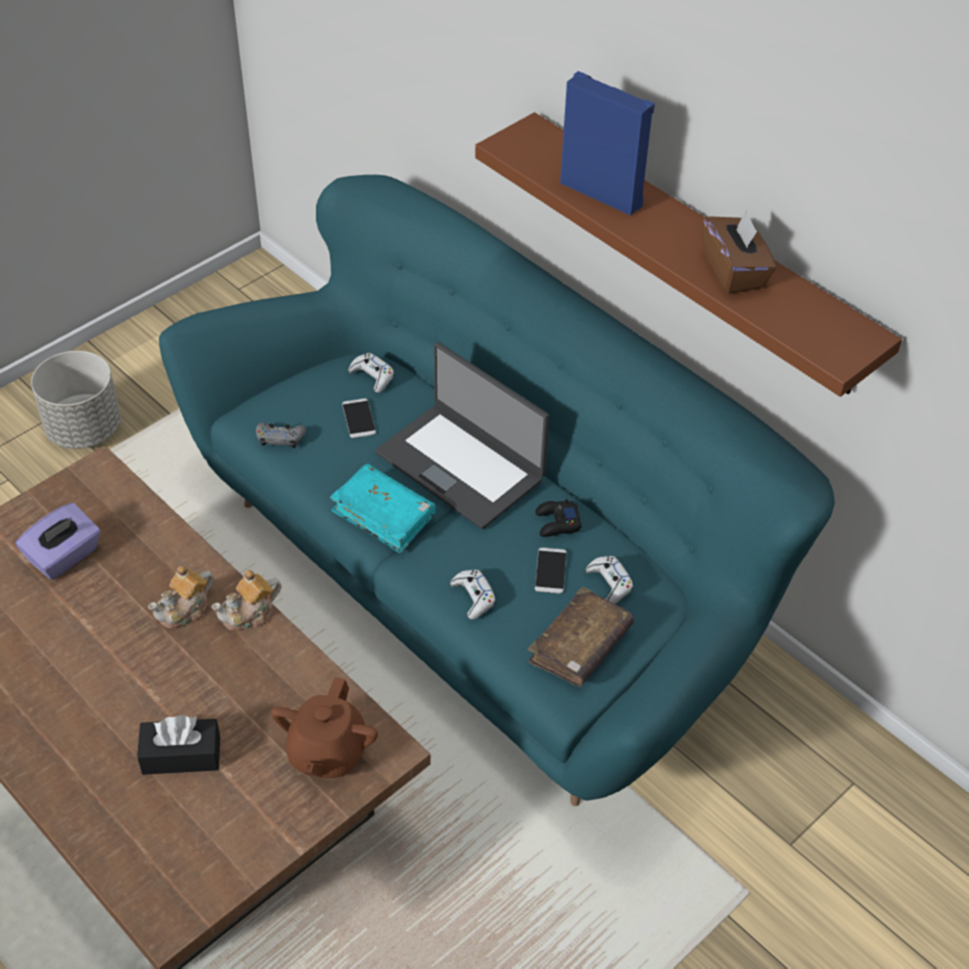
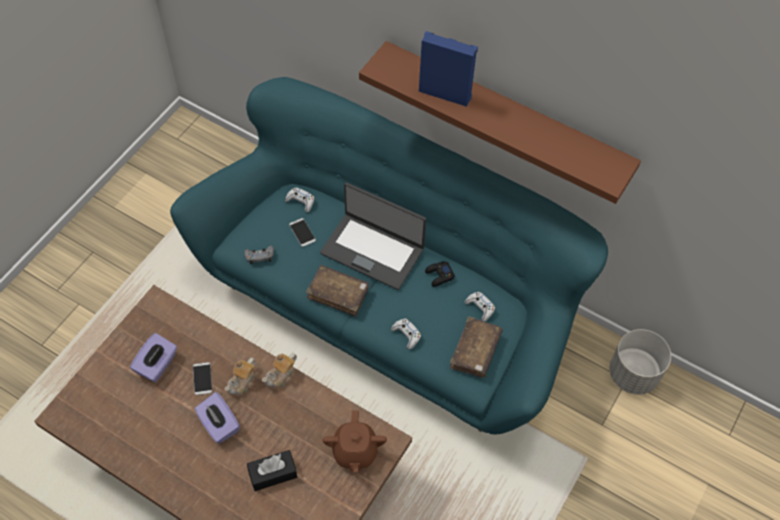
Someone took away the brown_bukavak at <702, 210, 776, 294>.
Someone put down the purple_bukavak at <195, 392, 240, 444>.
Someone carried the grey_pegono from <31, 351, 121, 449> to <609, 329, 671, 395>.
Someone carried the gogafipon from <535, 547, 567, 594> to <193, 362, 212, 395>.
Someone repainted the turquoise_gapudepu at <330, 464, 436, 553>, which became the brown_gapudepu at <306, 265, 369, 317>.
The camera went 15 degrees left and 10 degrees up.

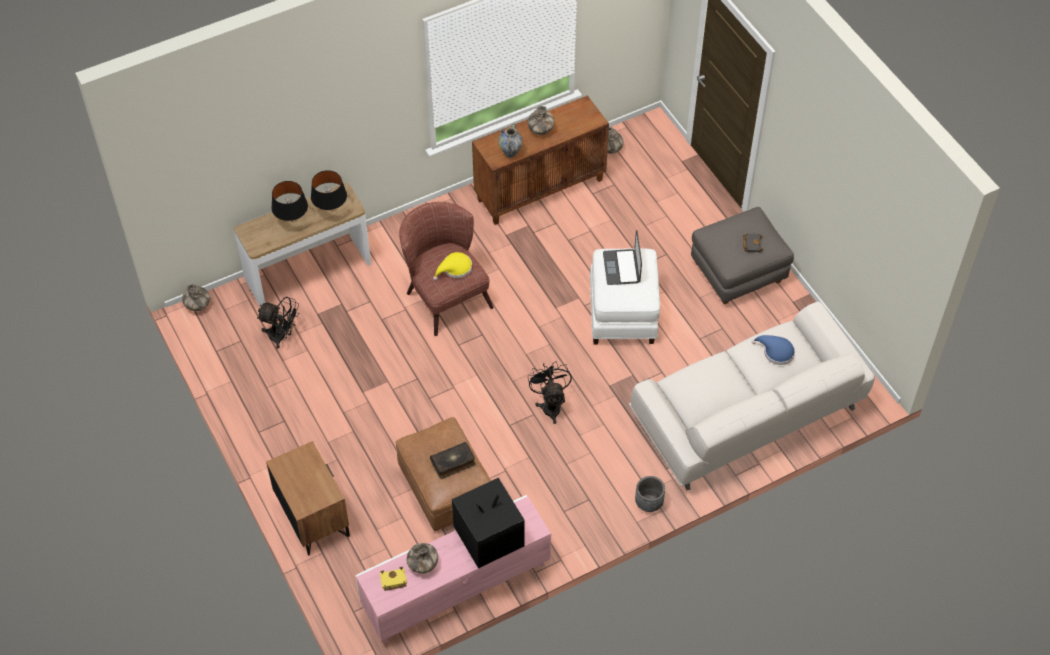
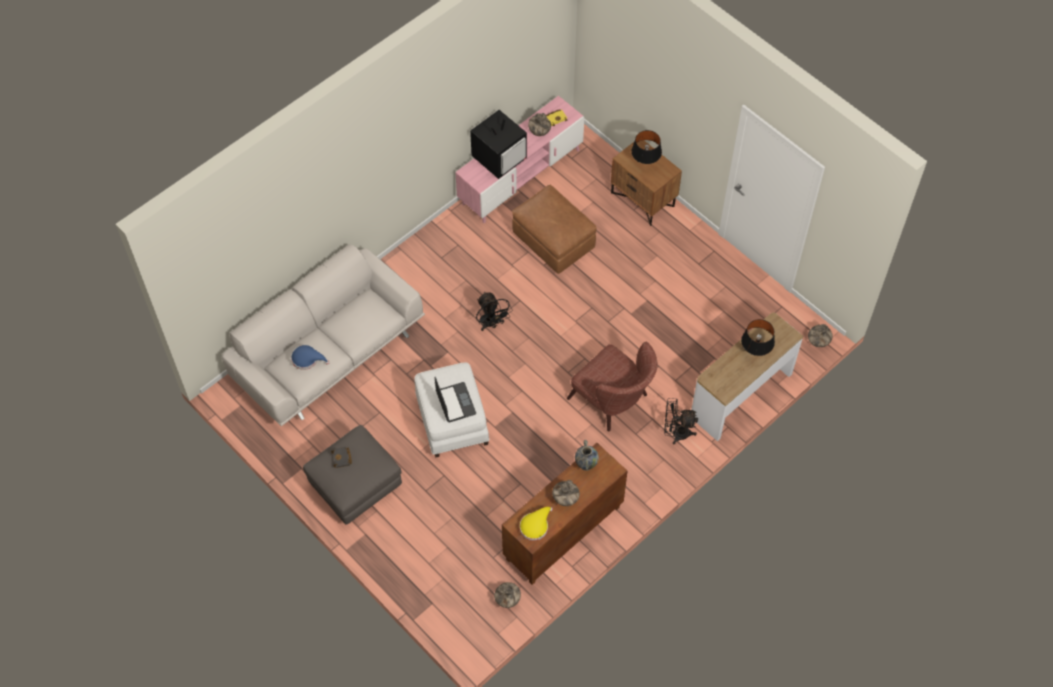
Someone took away the gapudepu at <430, 442, 475, 479>.
Someone took away the grey_pegono at <635, 476, 665, 512>.
Someone carried the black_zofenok from <257, 297, 299, 349> to <664, 398, 698, 444>.
Someone carried the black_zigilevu from <311, 170, 347, 210> to <631, 130, 662, 164>.
Someone carried the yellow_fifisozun from <433, 252, 472, 281> to <520, 507, 553, 541>.
The camera went 165 degrees right and 5 degrees up.

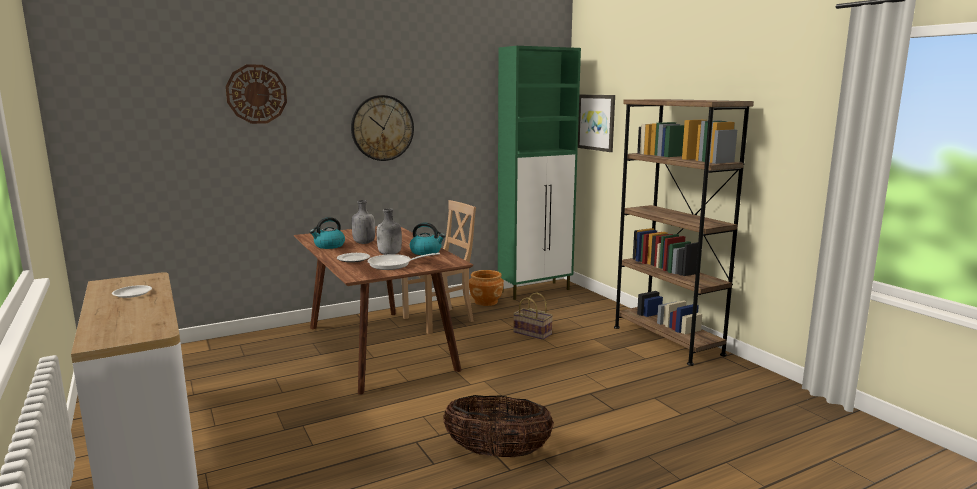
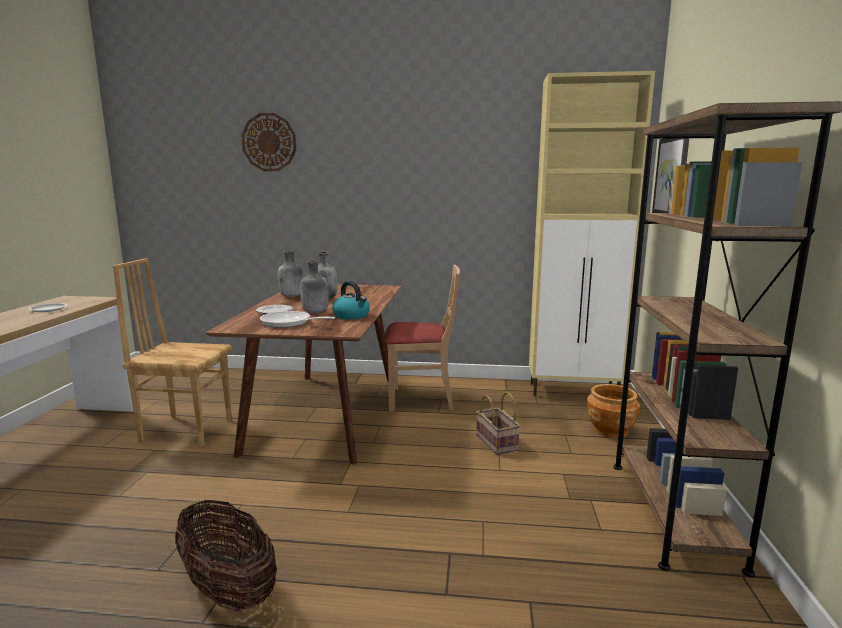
Someone took away the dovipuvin at <351, 95, 414, 161>.
Someone put down the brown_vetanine at <113, 258, 232, 446>.
Someone carried the brown_pegono from <469, 270, 504, 306> to <587, 384, 640, 438>.
Someone swapped the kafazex at <310, 217, 345, 249> for the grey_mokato at <278, 251, 303, 297>.
Someone repainted the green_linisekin at <498, 46, 581, 300>, which became the beige_linisekin at <529, 71, 655, 396>.
The camera went 35 degrees right and 0 degrees up.

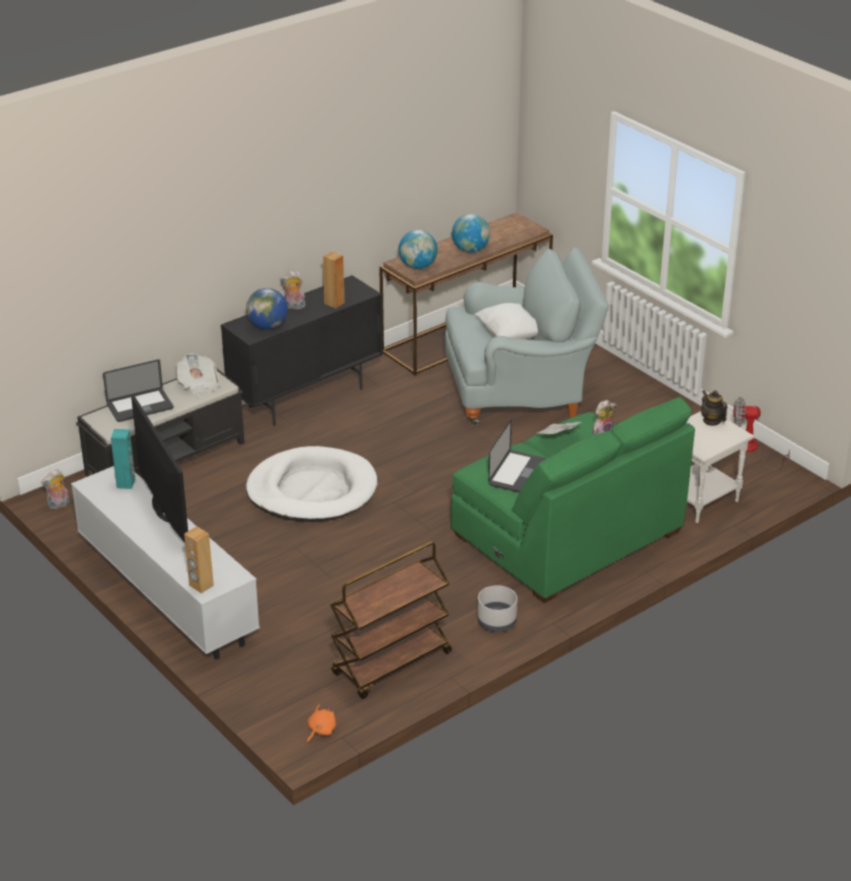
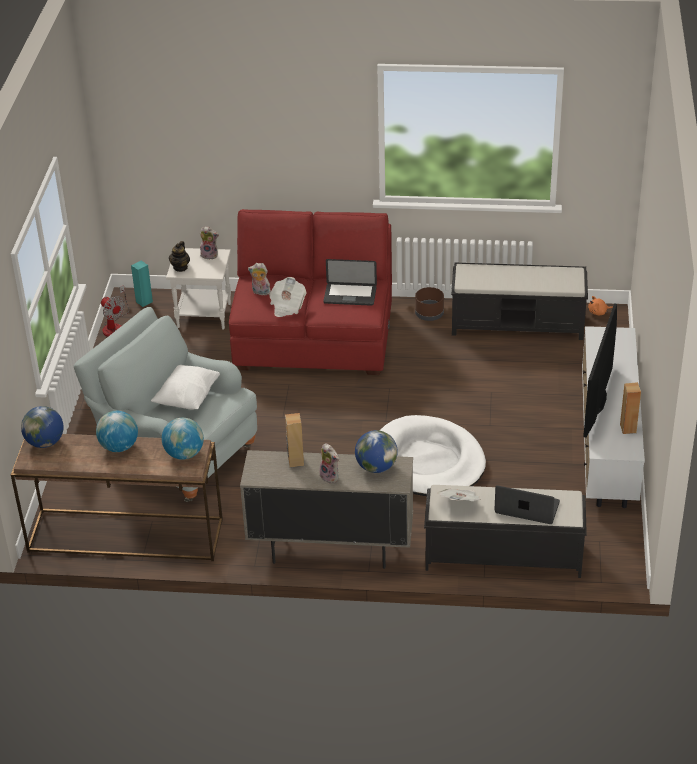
Someone put down the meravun at <21, 406, 64, 448>.
Someone carried the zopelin from <41, 469, 69, 509> to <200, 226, 219, 259>.
Someone carried the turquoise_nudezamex from <111, 429, 135, 489> to <131, 260, 153, 307>.
Someone carried the brown_nudezamex from <184, 526, 214, 593> to <620, 382, 641, 434>.
Someone swapped the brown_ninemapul at <330, 542, 452, 699> for the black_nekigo at <451, 262, 588, 340>.
Someone repainted the black_linisekin at <221, 275, 383, 426>, which became the beige_linisekin at <240, 450, 413, 569>.
Someone repainted the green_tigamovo at <451, 397, 695, 603>, which became the red_tigamovo at <229, 209, 392, 375>.
Someone repainted the grey_pegono at <478, 585, 517, 632>, which became the brown_pegono at <415, 287, 444, 321>.
Someone rotated the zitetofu at <488, 419, 545, 492> by 150 degrees counterclockwise.
The camera went 135 degrees left and 5 degrees up.

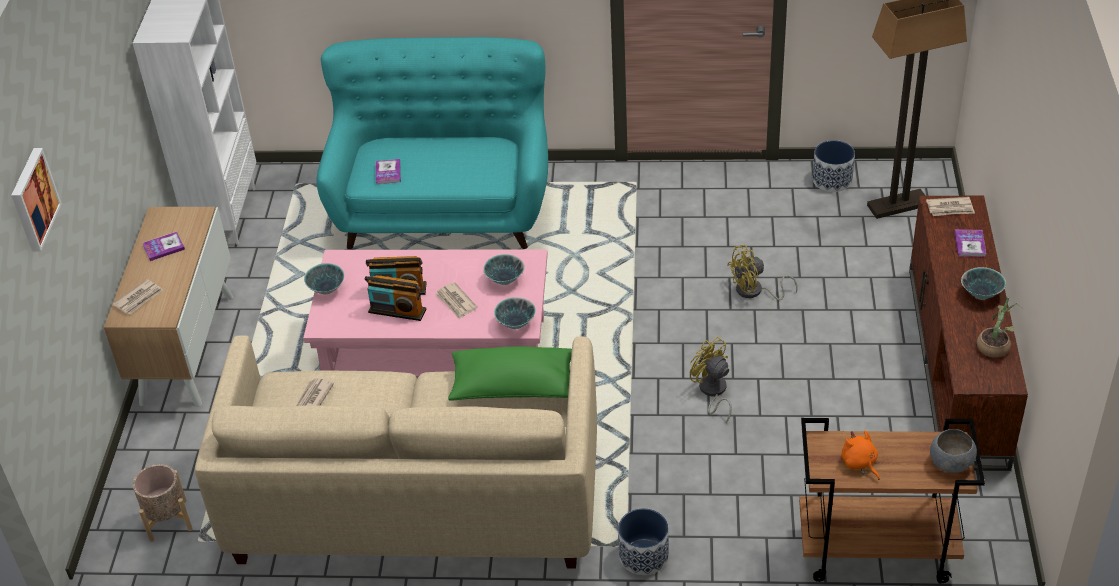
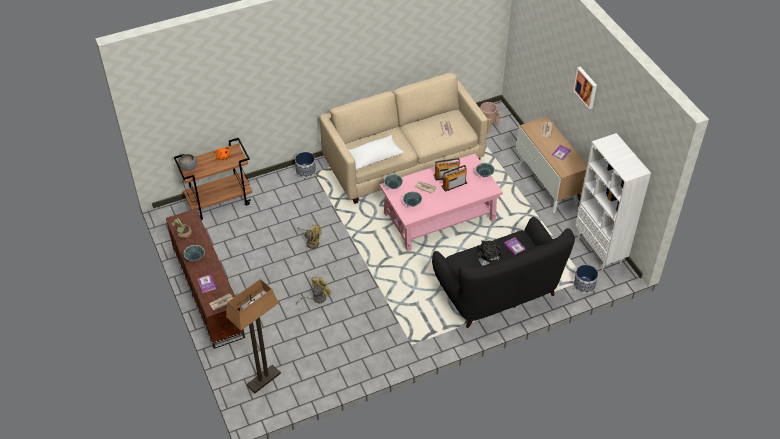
Someone put down the zopelin at <477, 240, 502, 265>.
Someone carried the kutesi from <11, 148, 62, 252> to <573, 67, 597, 109>.
Someone carried the pegono from <813, 140, 855, 192> to <574, 265, 598, 294>.
Someone repainted the turquoise_tigamovo at <317, 37, 548, 249>, which became the black_tigamovo at <432, 217, 575, 328>.
Someone repainted the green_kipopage at <448, 346, 572, 401>, which became the white_kipopage at <349, 135, 404, 170>.
The camera went 150 degrees right and 5 degrees up.

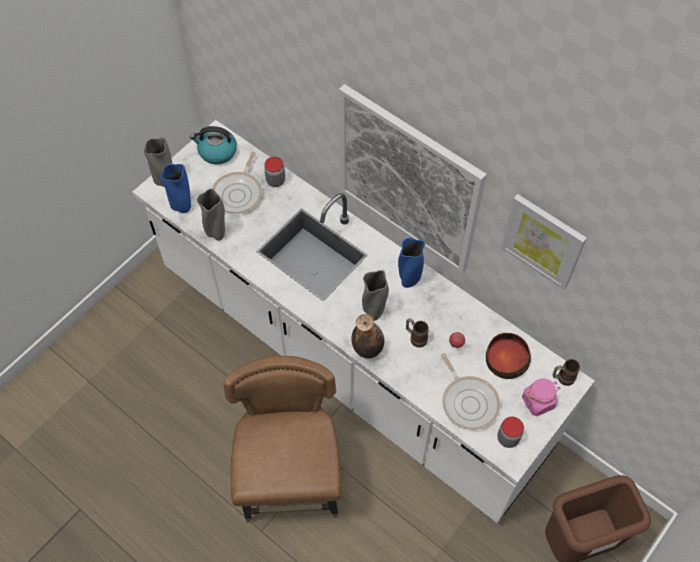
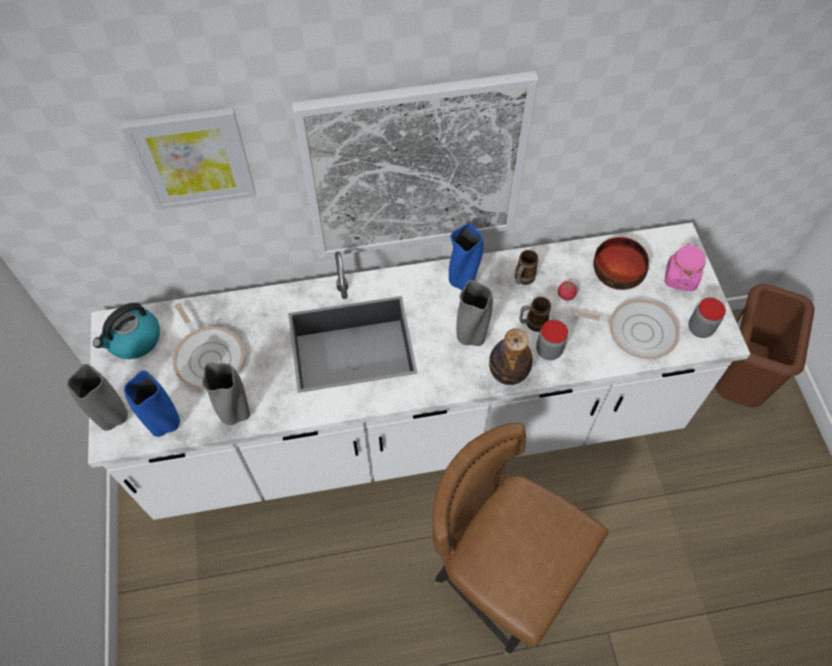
Someone carried the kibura from <264, 157, 285, 187> to <536, 320, 568, 360>.
Someone carried the kutesi from <501, 194, 587, 290> to <121, 107, 256, 210>.
Someone carried the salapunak from <553, 359, 580, 386> to <515, 250, 538, 285>.
The camera went 50 degrees left and 0 degrees up.

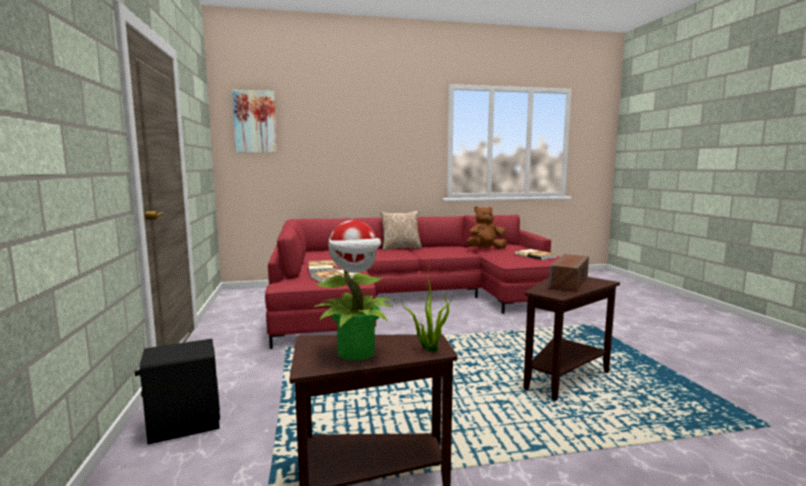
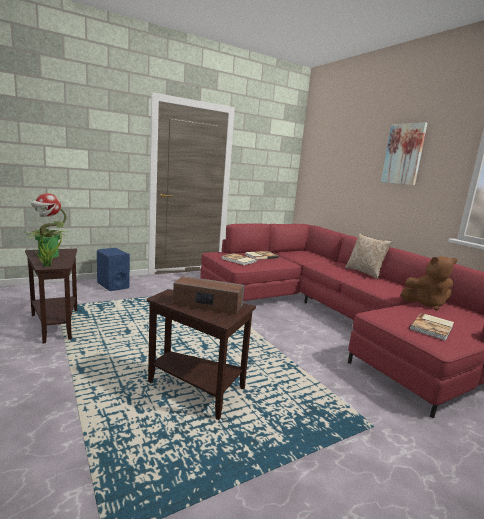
Someone carried the kutesi from <232, 90, 277, 153> to <381, 122, 427, 185>.
Someone repainted the black_nudezamex at <135, 339, 220, 444>, which became the blue_nudezamex at <97, 248, 130, 291>.
Someone rotated the brown_zopelin at <467, 206, 507, 249> by 120 degrees clockwise.
The camera went 70 degrees right and 5 degrees up.

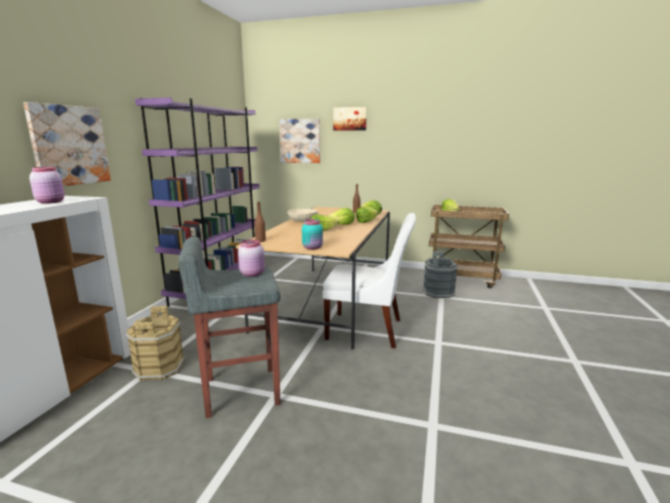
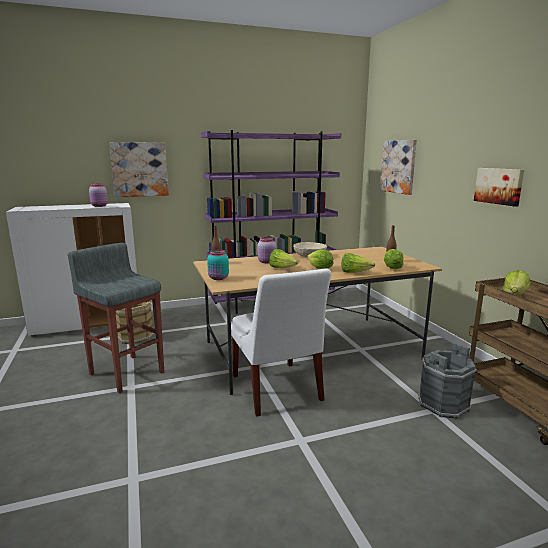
Someone carried the pink_kibura from <238, 239, 265, 277> to <258, 237, 276, 263>.
Someone carried the kutesi from <333, 107, 367, 131> to <474, 168, 524, 207>.
The camera went 55 degrees right and 0 degrees up.

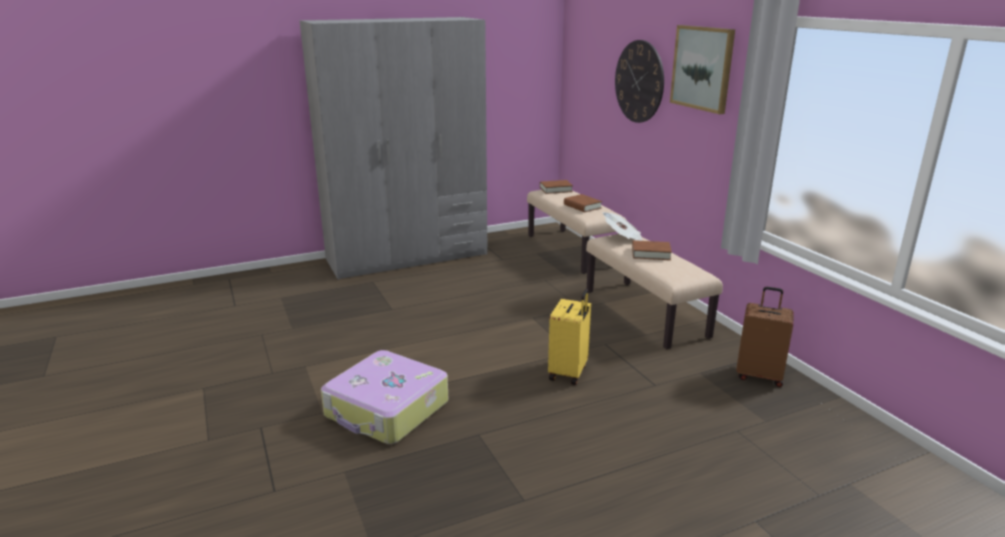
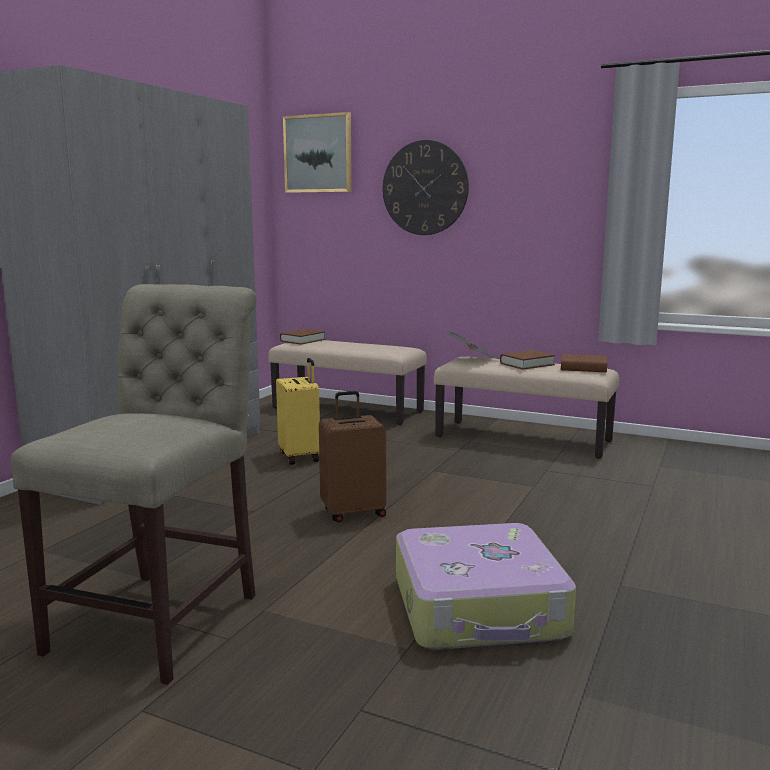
Someone put down the beige_vetanine at <11, 284, 257, 685>.
Someone carried the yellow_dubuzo from <548, 289, 591, 385> to <276, 358, 320, 465>.
Someone carried the brown_gapudepu from <564, 194, 602, 212> to <561, 354, 607, 373>.
Someone carried the kutesi from <670, 25, 735, 114> to <283, 112, 352, 193>.
Someone carried the brown_dubuzo from <736, 287, 794, 387> to <319, 391, 386, 522>.
The camera went 40 degrees left and 10 degrees down.

